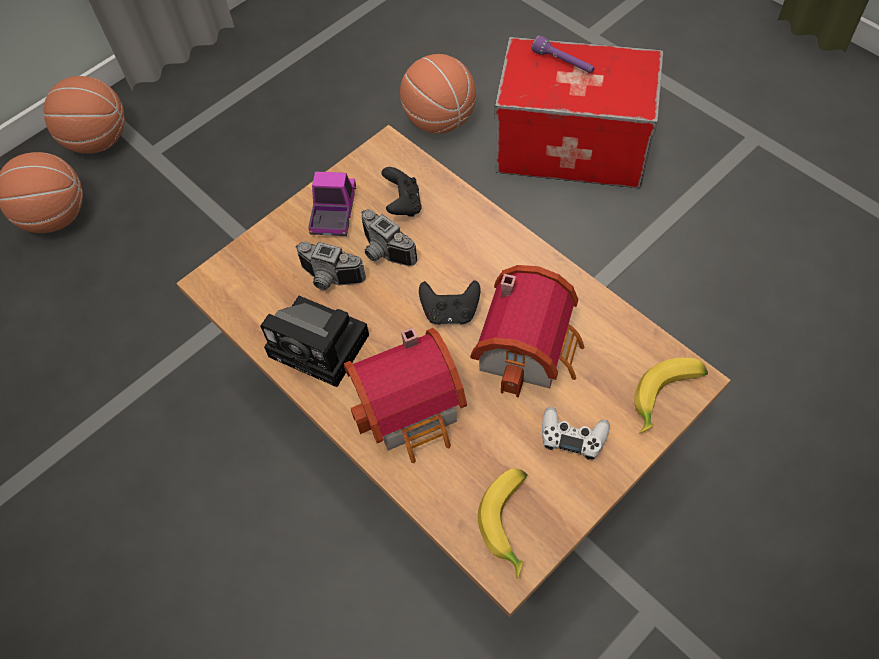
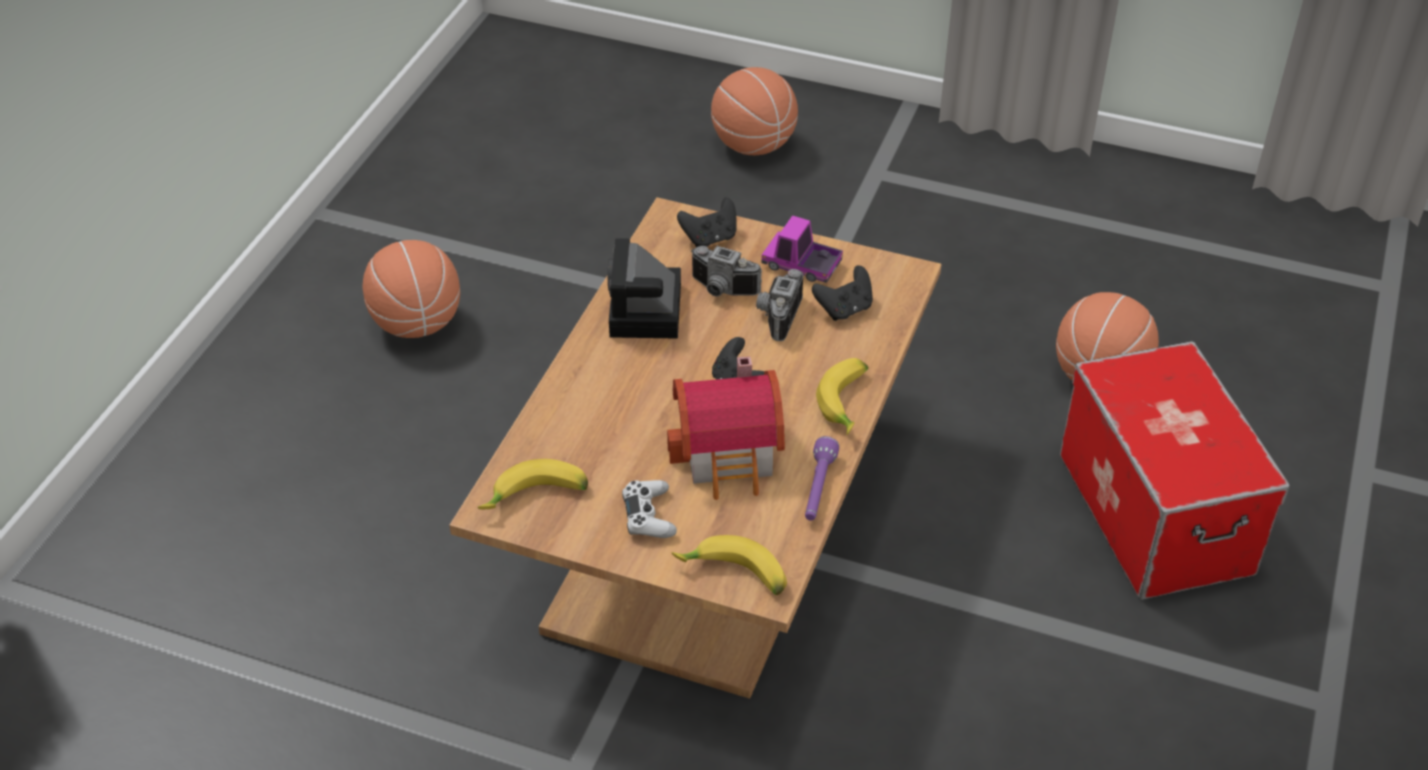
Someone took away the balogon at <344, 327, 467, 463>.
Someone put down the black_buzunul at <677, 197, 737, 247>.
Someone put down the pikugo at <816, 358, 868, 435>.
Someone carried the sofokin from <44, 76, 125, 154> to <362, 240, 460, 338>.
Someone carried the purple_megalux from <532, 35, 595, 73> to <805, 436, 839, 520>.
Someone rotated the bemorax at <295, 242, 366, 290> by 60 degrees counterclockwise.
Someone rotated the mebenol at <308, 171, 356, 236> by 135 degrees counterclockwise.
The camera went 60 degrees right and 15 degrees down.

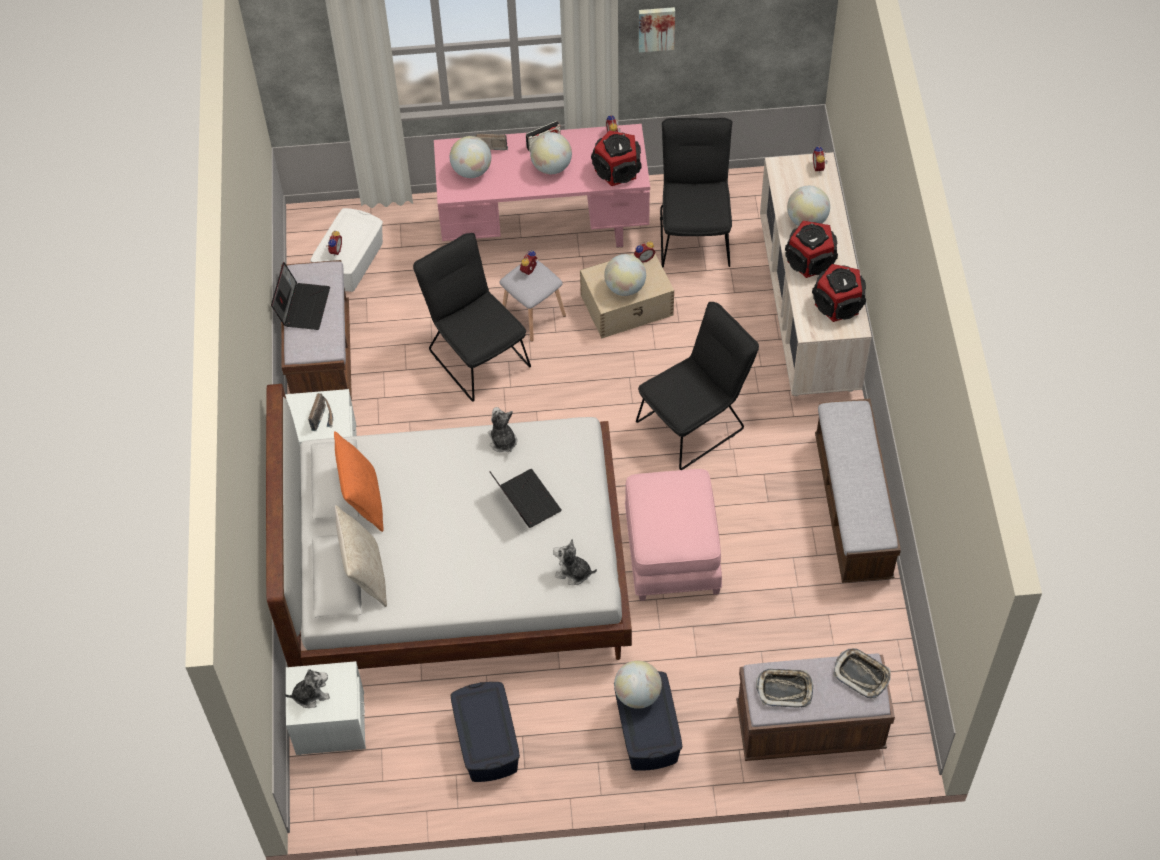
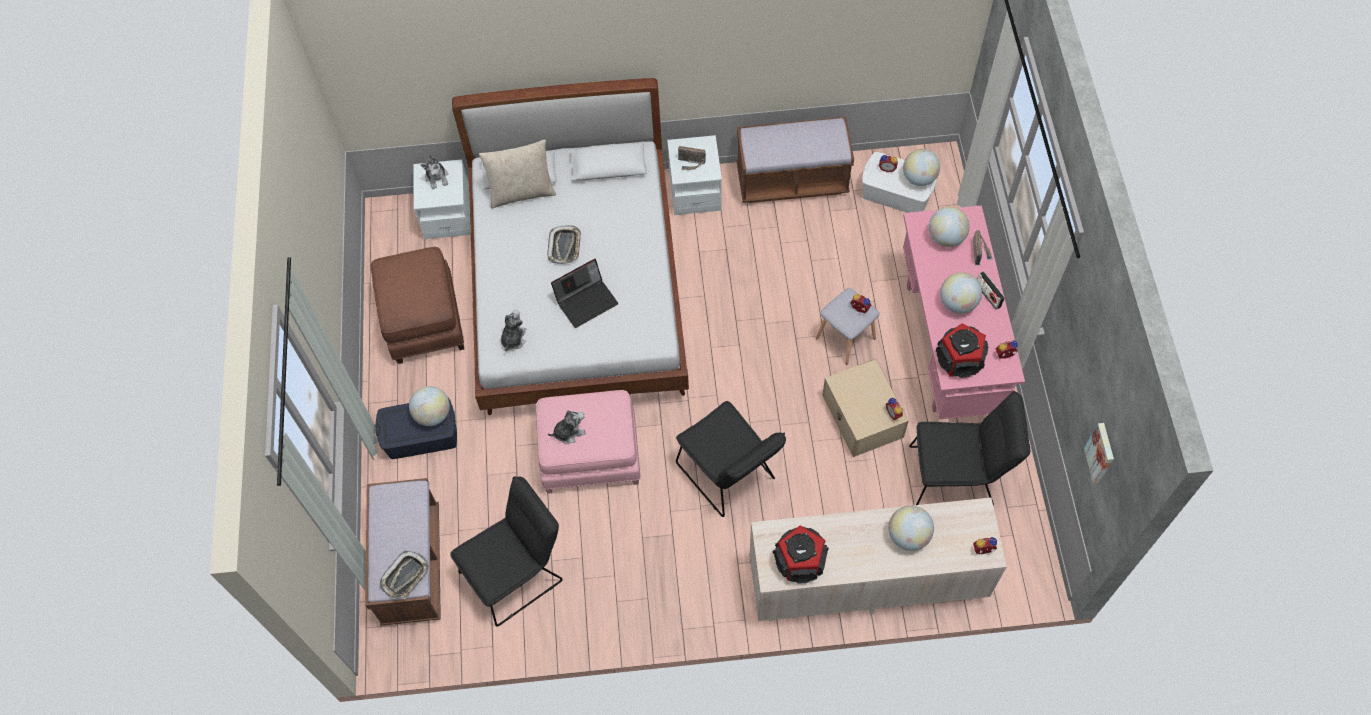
Someone took away the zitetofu at <271, 262, 330, 330>.
Someone took away the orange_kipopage at <334, 431, 384, 532>.
Someone took away the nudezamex at <785, 221, 838, 278>.
Someone took away the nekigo at <815, 399, 901, 583>.
Someone carried the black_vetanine from <413, 233, 531, 402> to <450, 476, 562, 627>.
Someone carried the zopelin from <488, 407, 517, 452> to <548, 410, 586, 444>.
Someone carried the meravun from <604, 254, 646, 296> to <903, 149, 940, 186>.
Someone carried the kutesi from <638, 7, 675, 52> to <1084, 423, 1114, 483>.
Someone carried the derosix from <756, 669, 814, 707> to <547, 225, 581, 264>.
Someone swapped the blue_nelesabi at <450, 682, 520, 782> for the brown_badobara at <371, 247, 464, 364>.
The camera went 90 degrees right and 5 degrees up.

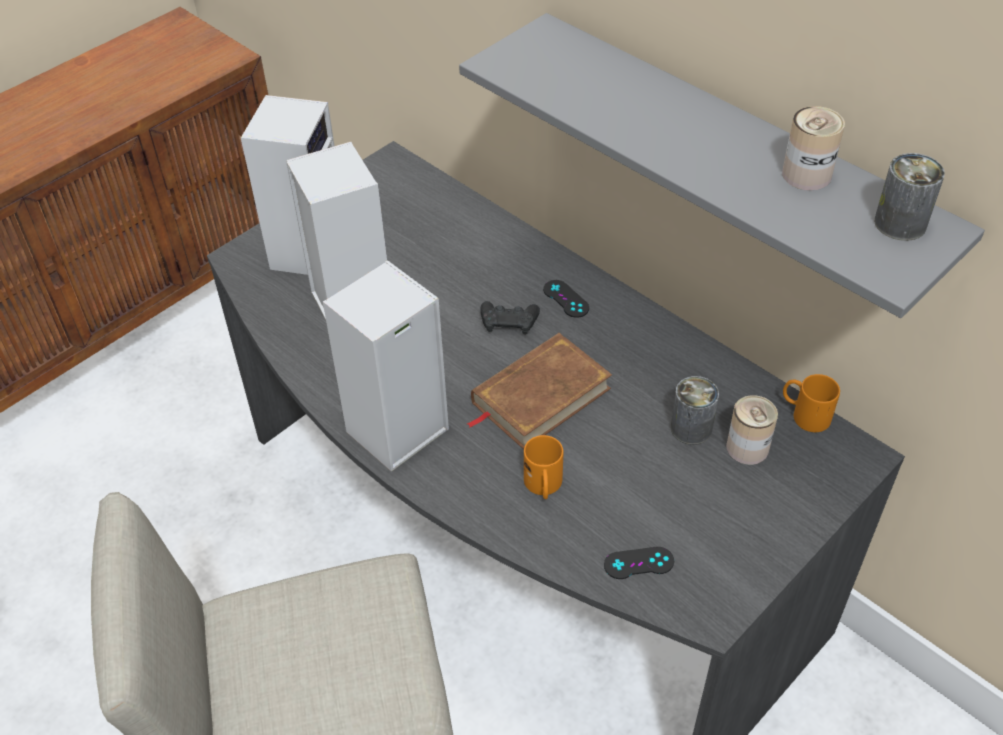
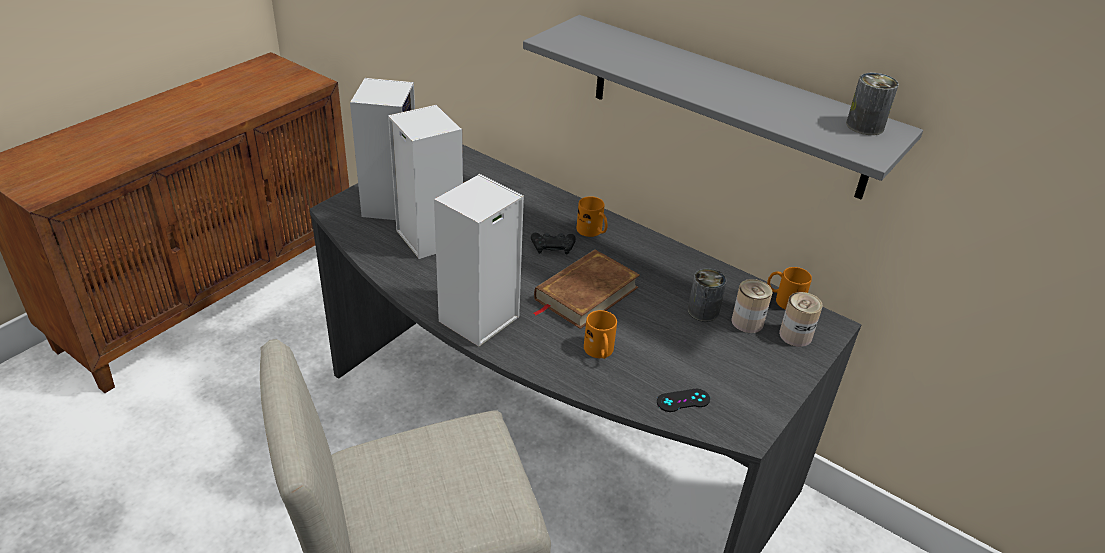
Someone carried the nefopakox from <782, 106, 845, 191> to <779, 292, 823, 347>.
Someone swapped the black_buzunul at <543, 280, 589, 318> for the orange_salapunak at <577, 196, 608, 237>.
The camera went 10 degrees left and 10 degrees down.

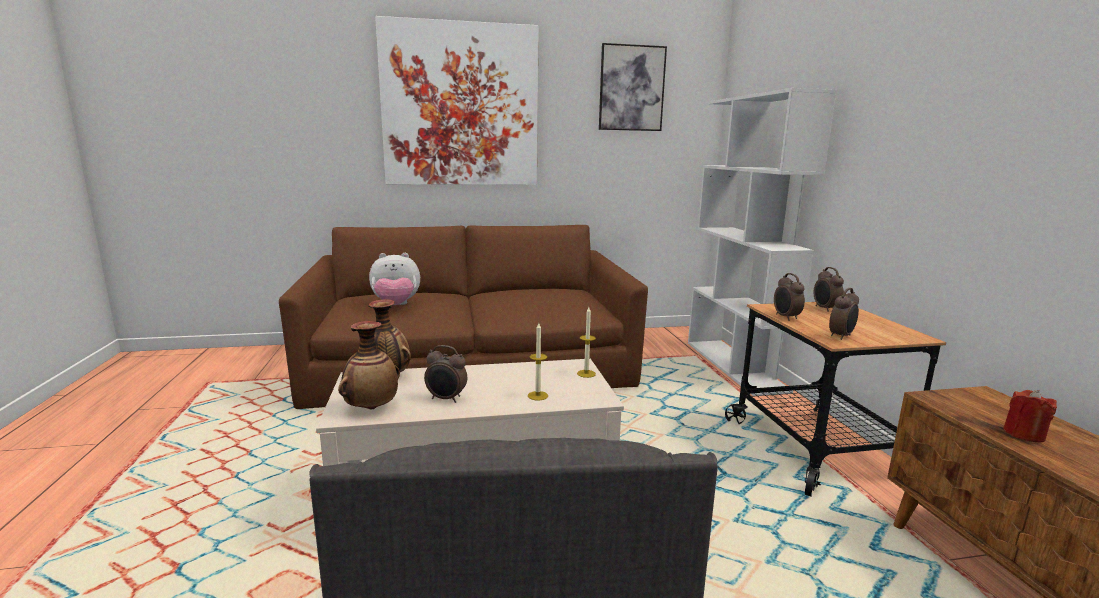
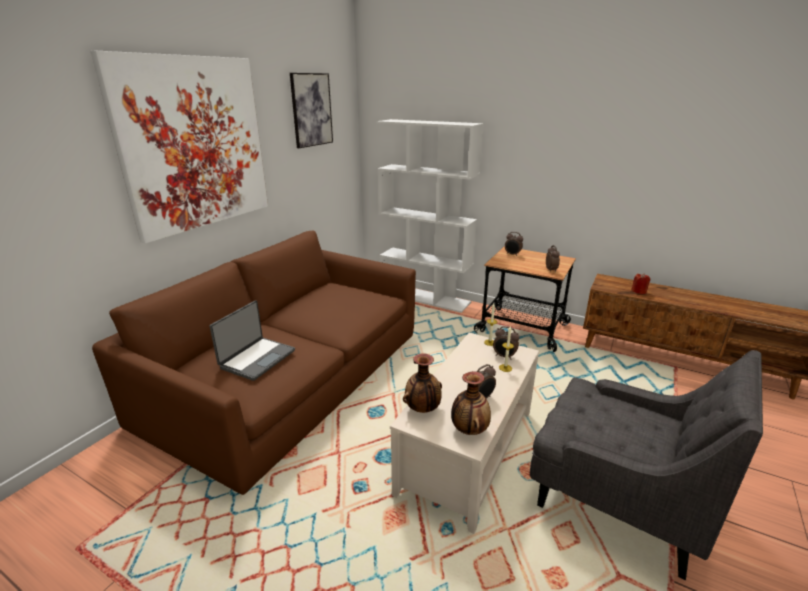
Someone carried the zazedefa from <774, 273, 805, 321> to <493, 326, 520, 360>.
Someone swapped the zopelin at <369, 253, 420, 305> for the zitetofu at <210, 300, 295, 381>.
The camera went 50 degrees left and 10 degrees up.

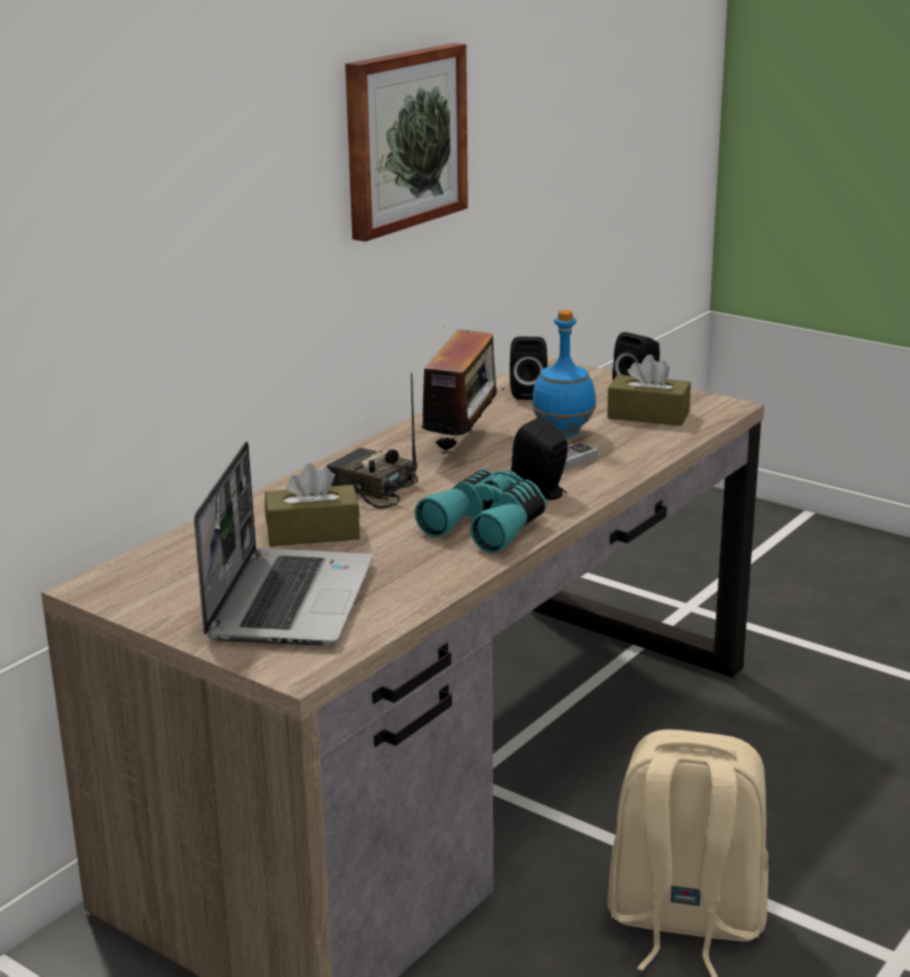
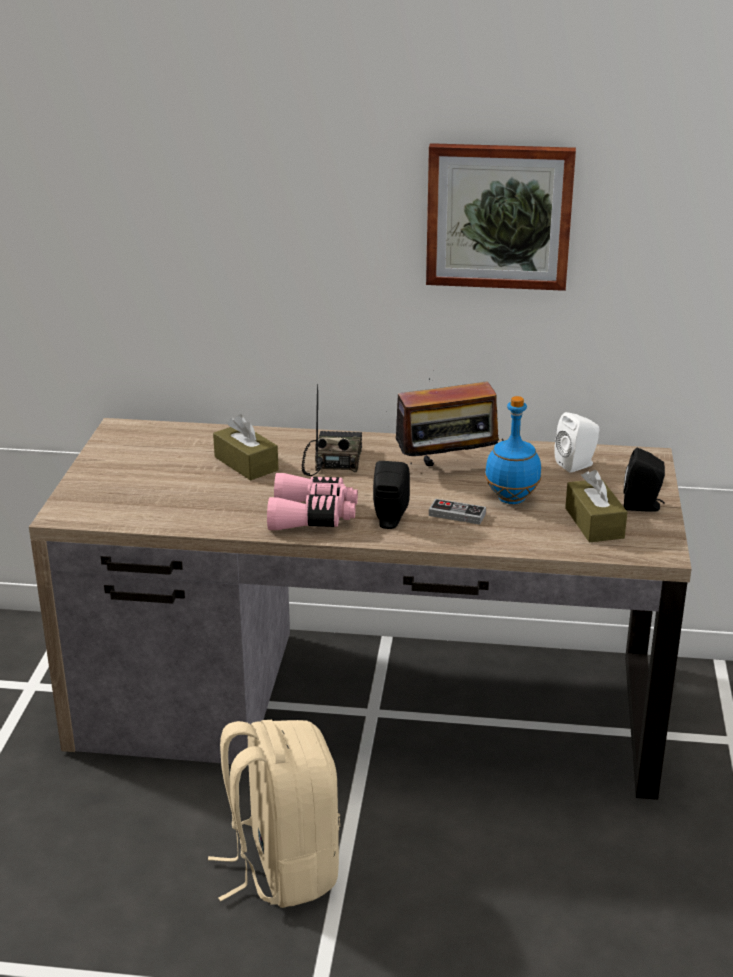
Someone took away the zitetofu at <194, 442, 373, 645>.
Someone repainted the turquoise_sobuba at <415, 469, 547, 553>, which became the pink_sobuba at <267, 473, 358, 530>.
Someone repainted the black_nudezamex at <510, 337, 547, 400>, which became the white_nudezamex at <554, 412, 599, 473>.
The camera went 60 degrees right and 5 degrees up.

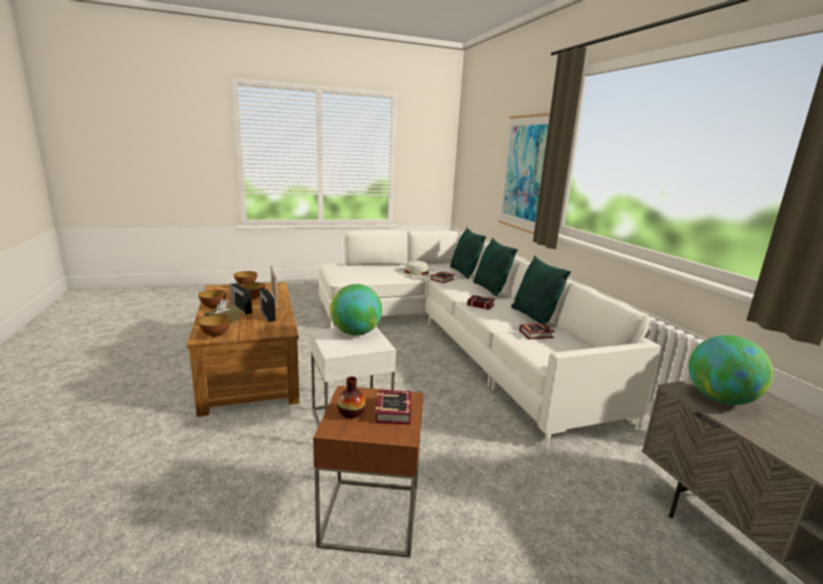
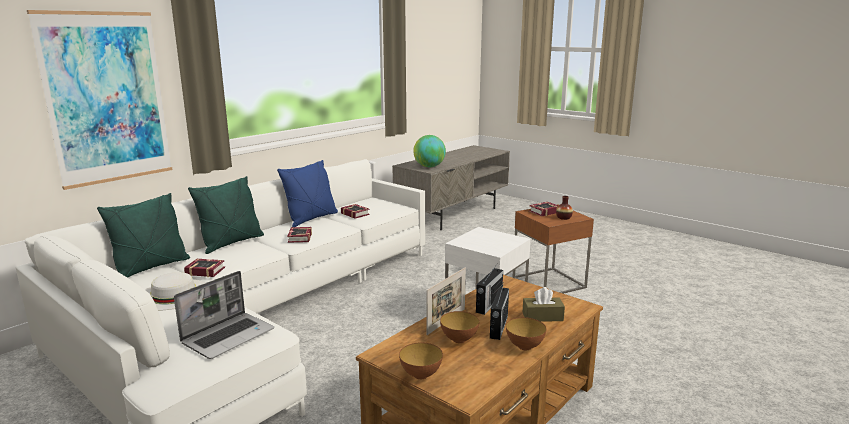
Someone took away the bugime at <198, 315, 231, 338>.
Someone took away the meravun at <330, 284, 382, 336>.
Someone put down the zitetofu at <174, 271, 274, 359>.
Someone repainted the green_kipopage at <511, 256, 571, 324>, which became the blue_kipopage at <277, 160, 338, 227>.
The camera went 120 degrees left and 0 degrees up.

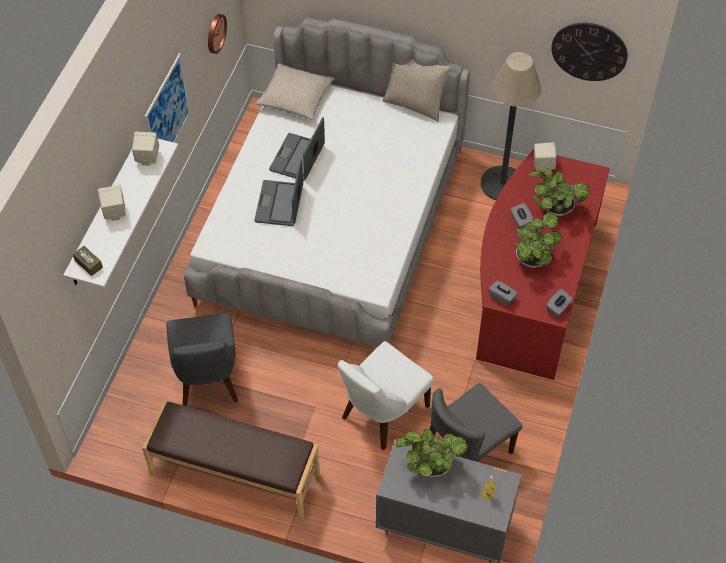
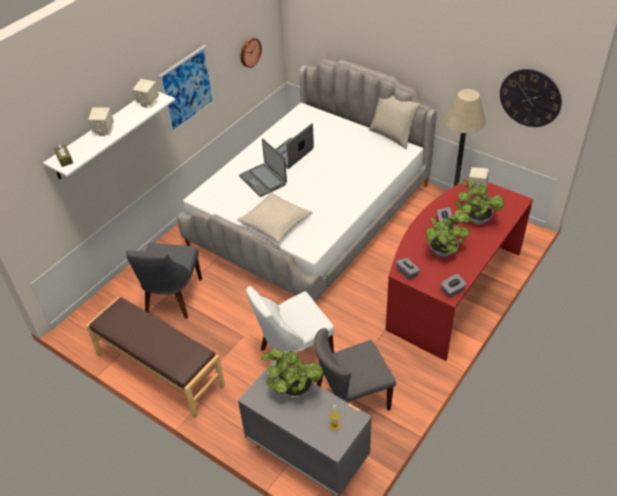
Someone carried the beige_kipopage from <255, 63, 335, 120> to <237, 192, 313, 243>.
Someone rotated the zitetofu at <254, 159, 303, 226> by 60 degrees counterclockwise.
The camera went 20 degrees right and 10 degrees down.

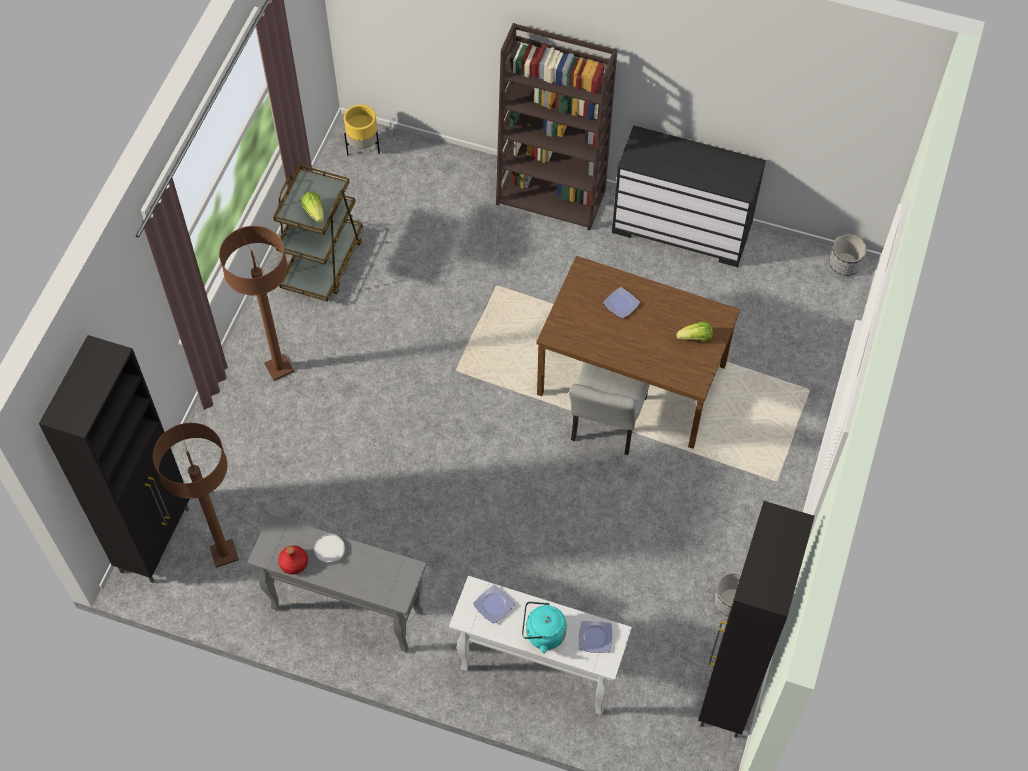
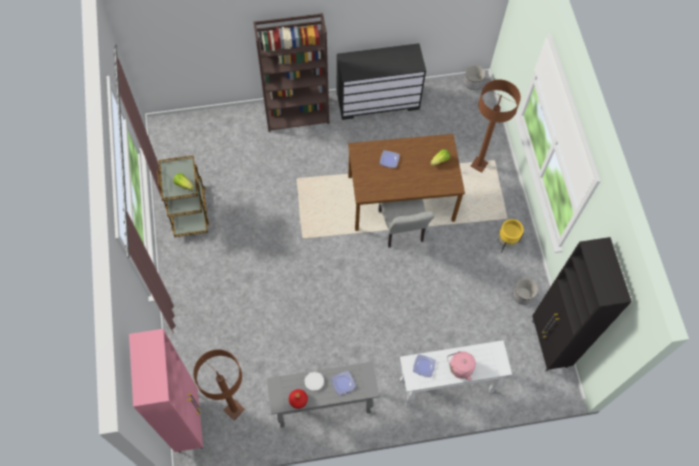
Someone carried the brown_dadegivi from <219, 226, 294, 381> to <470, 79, 521, 173>.
Someone carried the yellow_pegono from <344, 104, 380, 155> to <498, 219, 524, 253>.
Someone carried the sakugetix from <579, 621, 612, 653> to <331, 371, 356, 395>.
Someone repainted the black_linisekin at <39, 335, 190, 583>, which became the pink_linisekin at <129, 329, 203, 453>.
Someone repainted the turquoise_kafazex at <522, 601, 567, 653>, which became the pink_kafazex at <447, 351, 476, 380>.
The camera went 30 degrees left and 5 degrees up.

